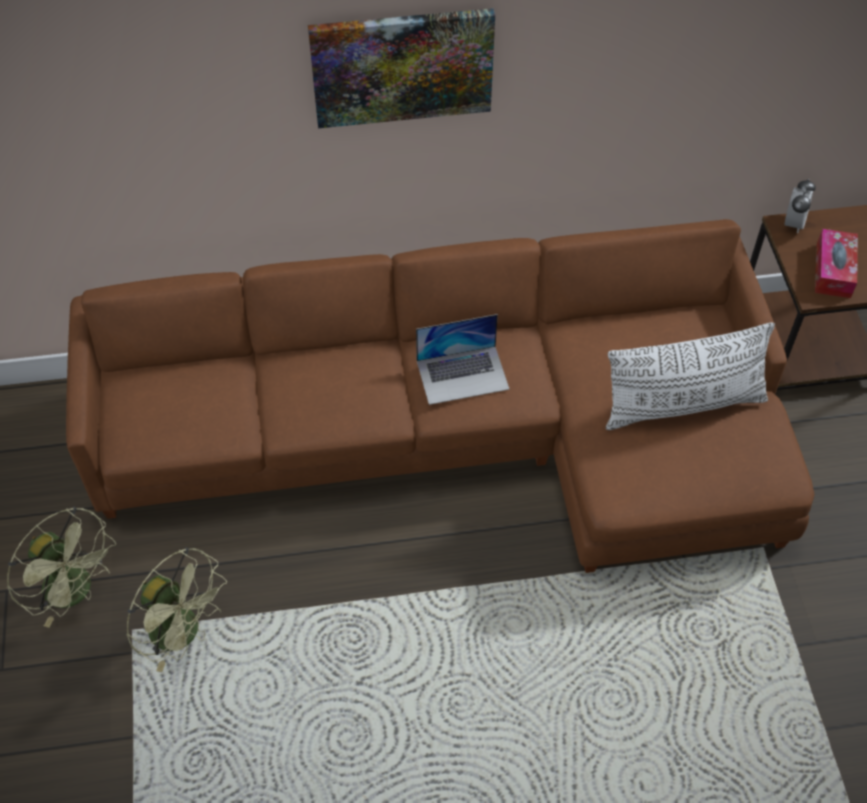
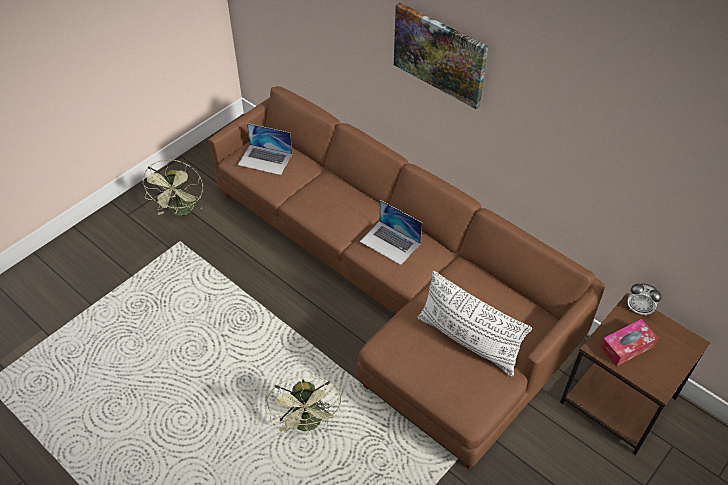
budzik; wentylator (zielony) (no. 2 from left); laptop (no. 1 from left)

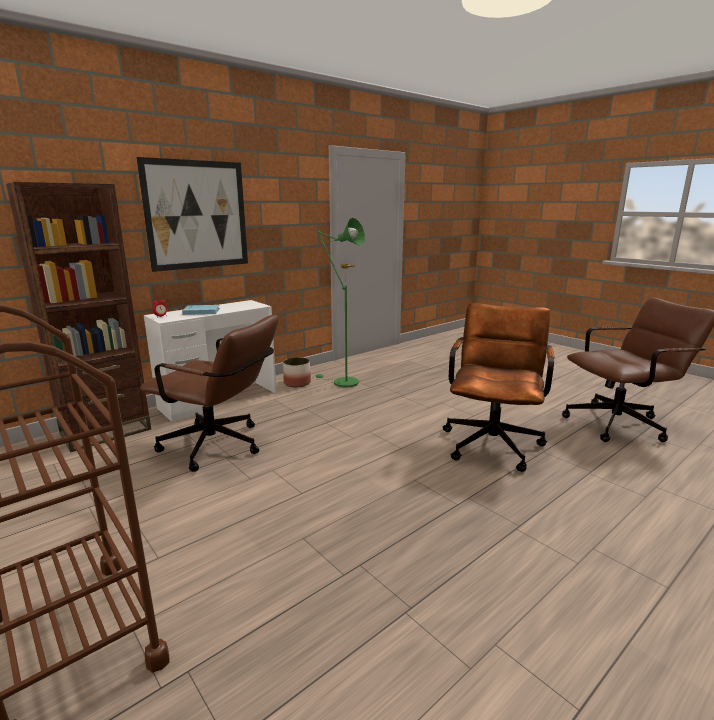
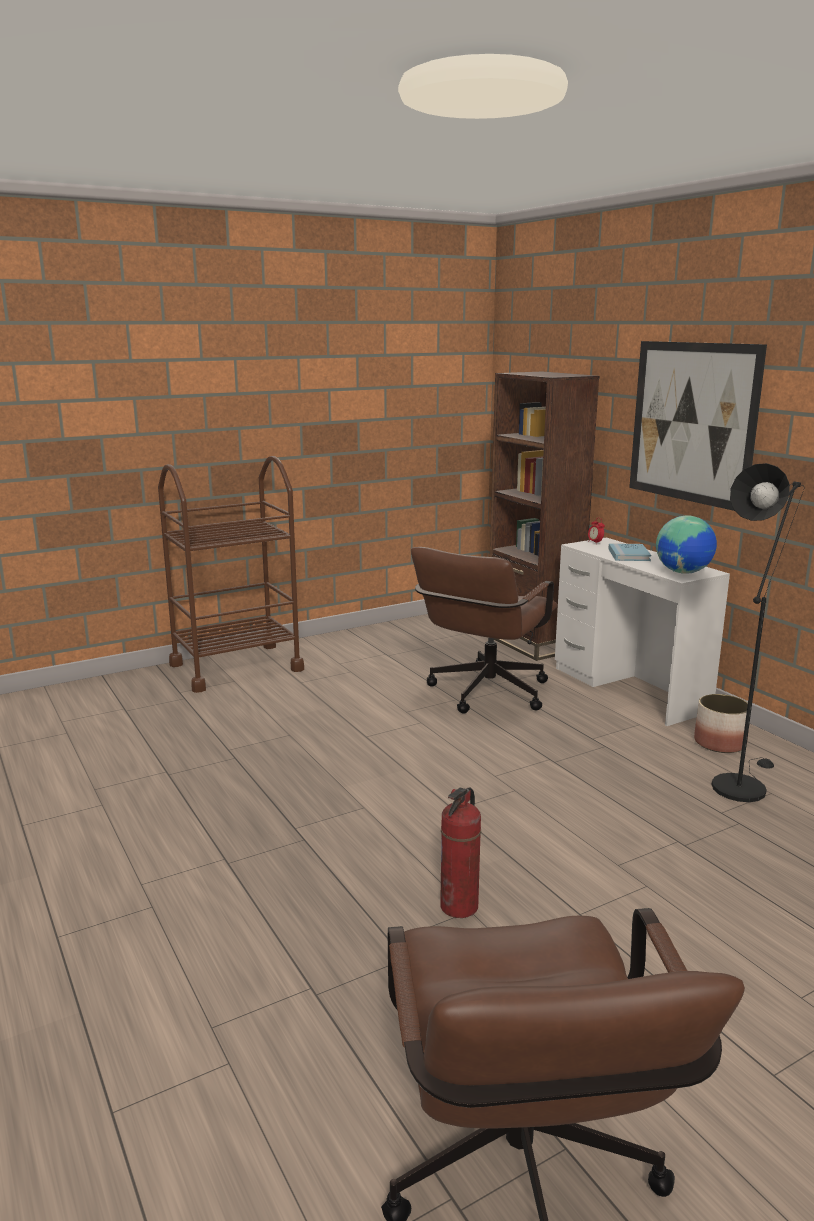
lampa stojąca (czarny); gaśnica; globus

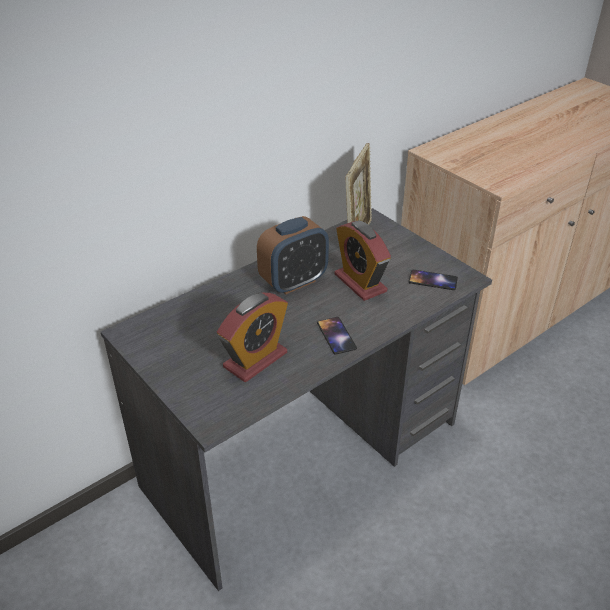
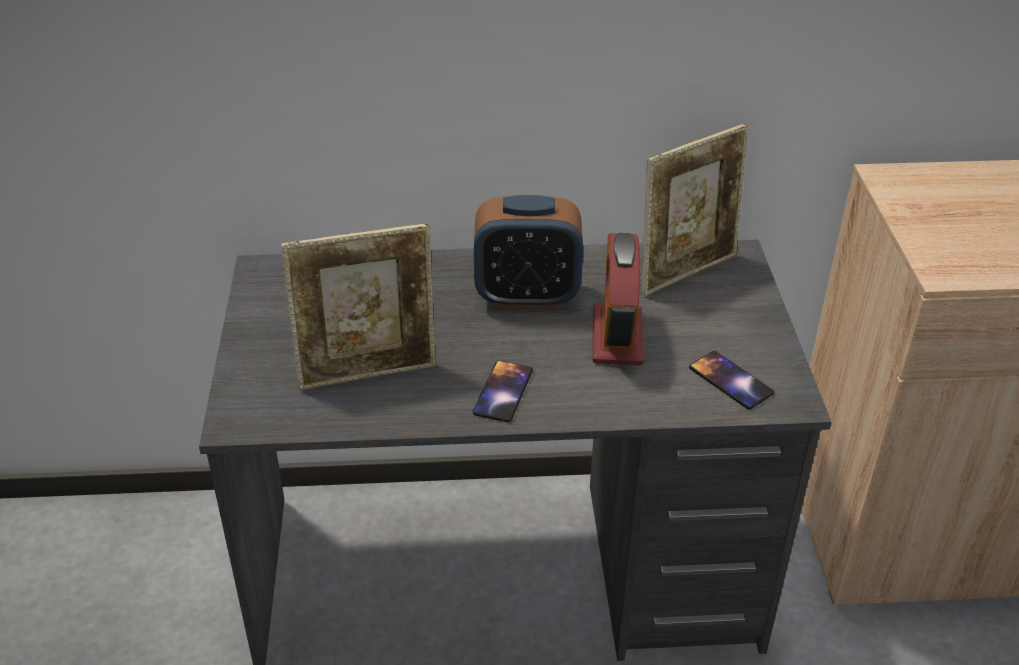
ramka na zdjęcie (no. 1 from left)

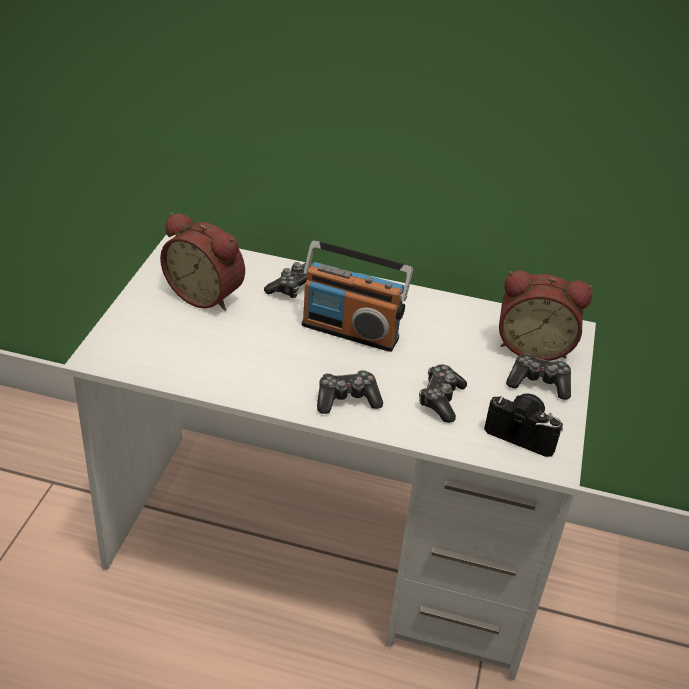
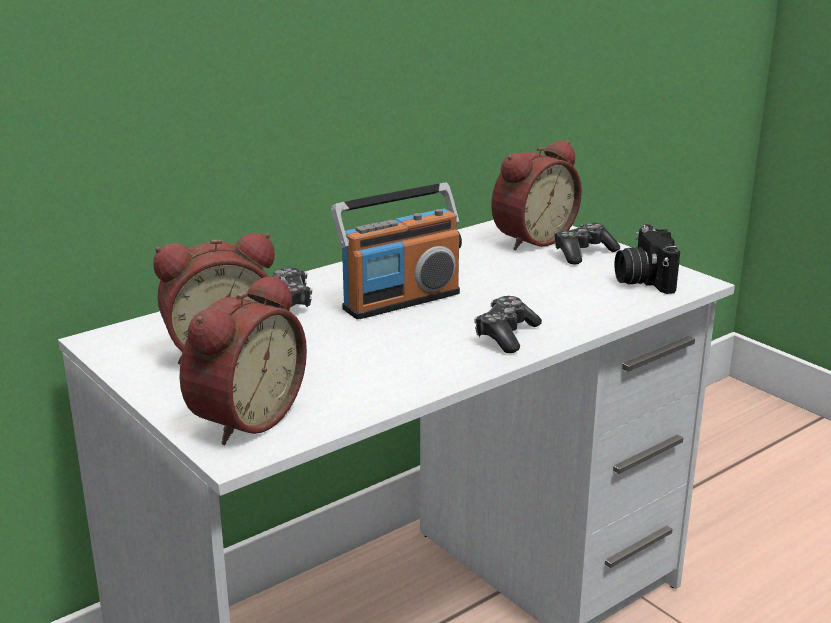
pad do gier (no. 3 from left in the first image); aparat fotograficzny; budzik (no. 2 from left)

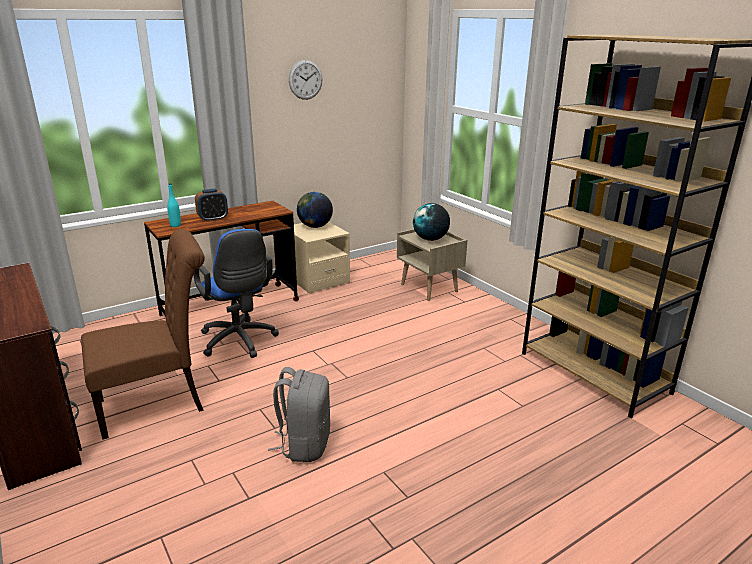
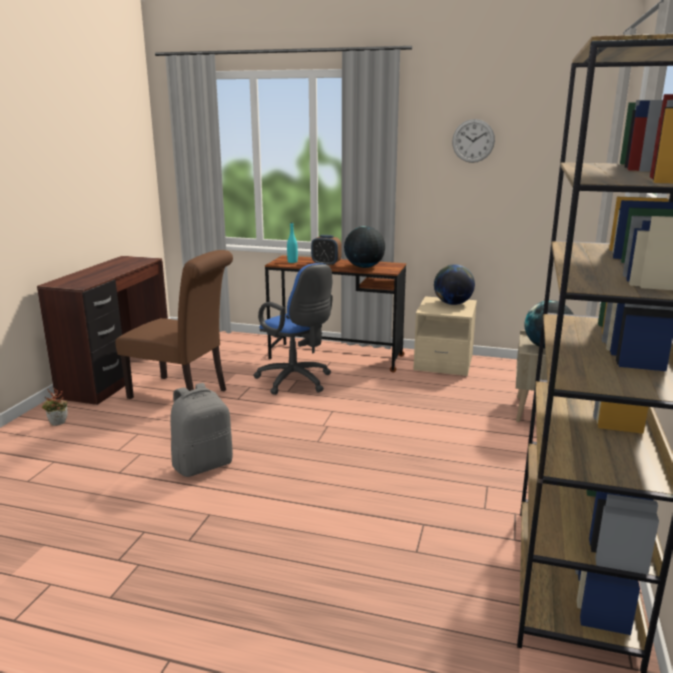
krzesło biurowe (niebieski); globus (no. 1 from left); roślina doniczkowa

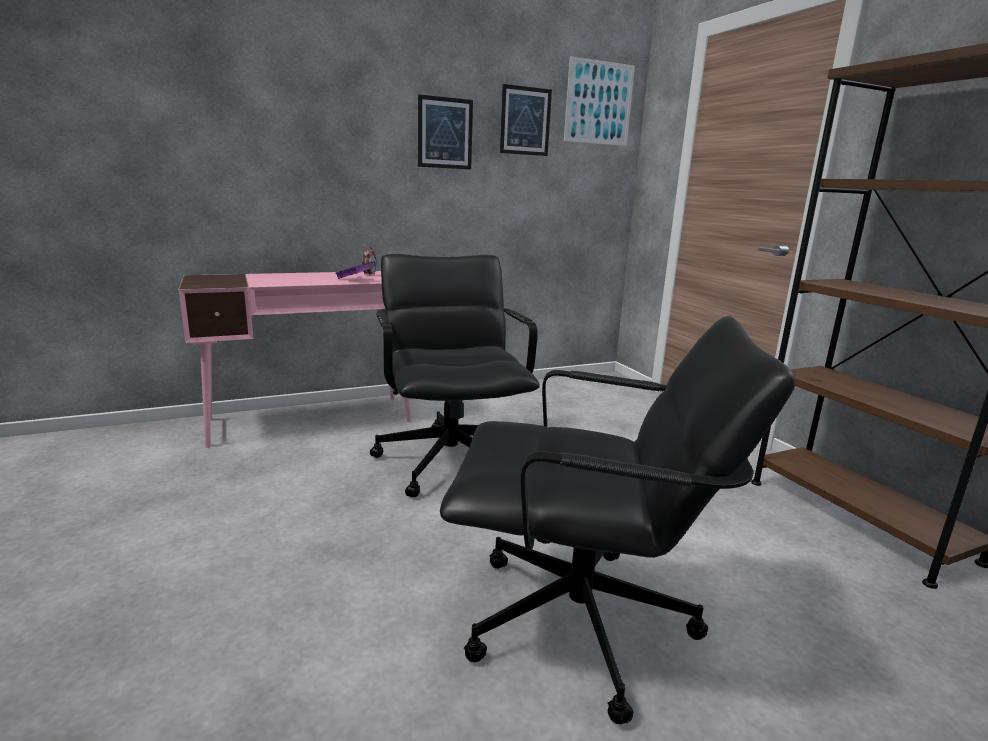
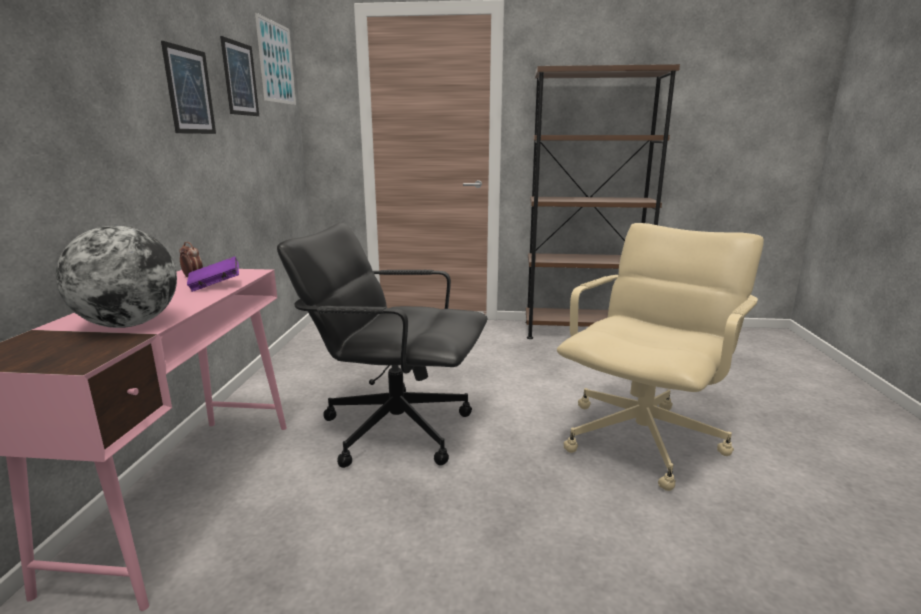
krzesło biurowe (beżowy); globus

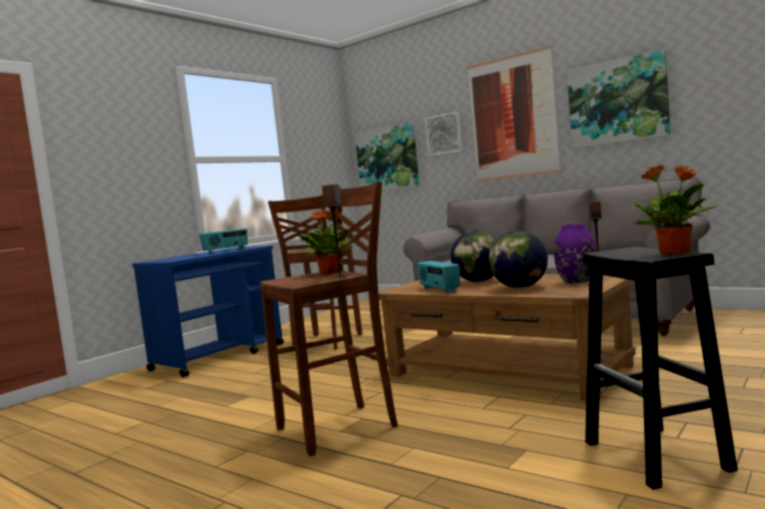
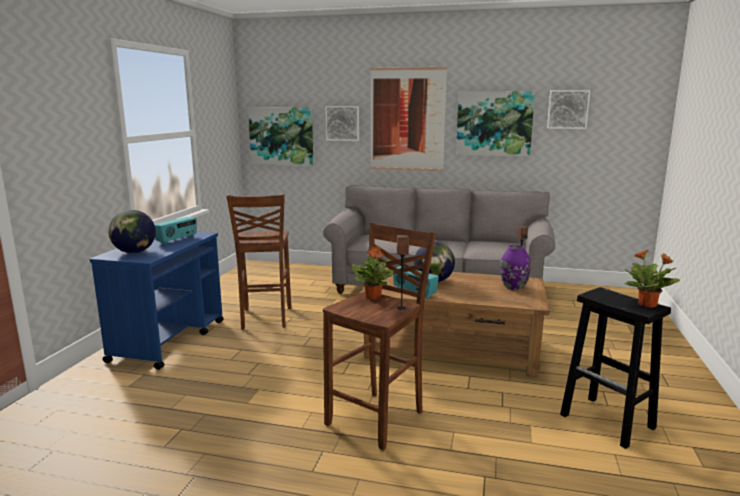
globus (no. 1 from left); obraz (no. 5 from left)

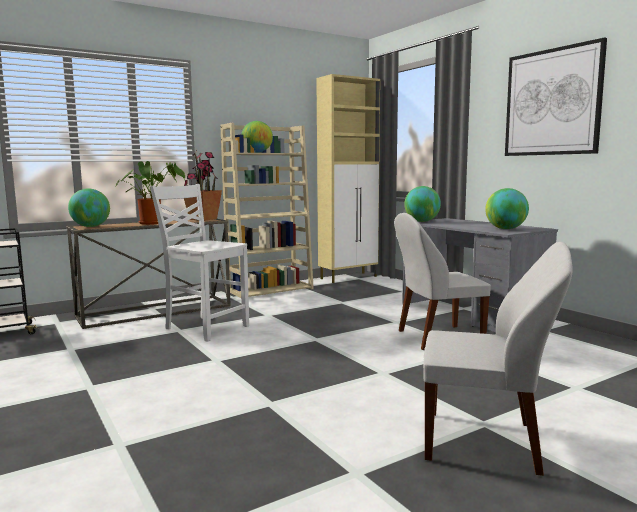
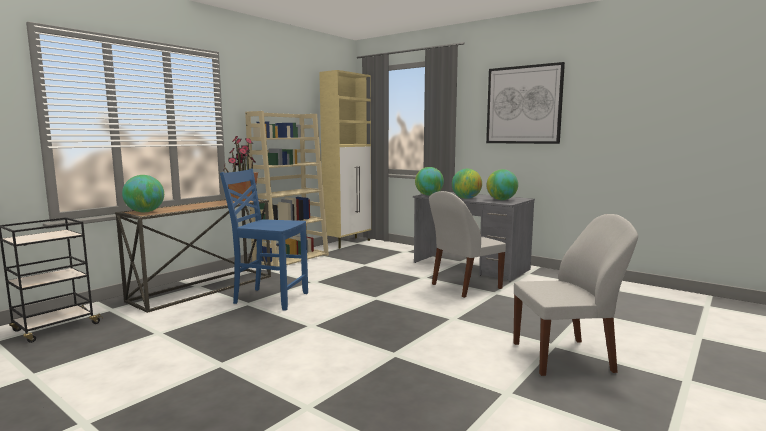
globus (no. 3 from left); roślina doniczkowa (no. 1 from left in the first image); krzesło (niebieski)

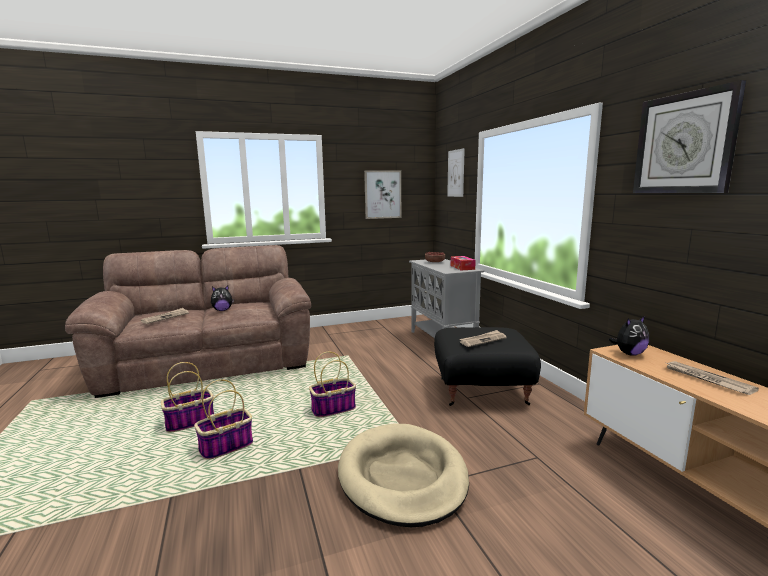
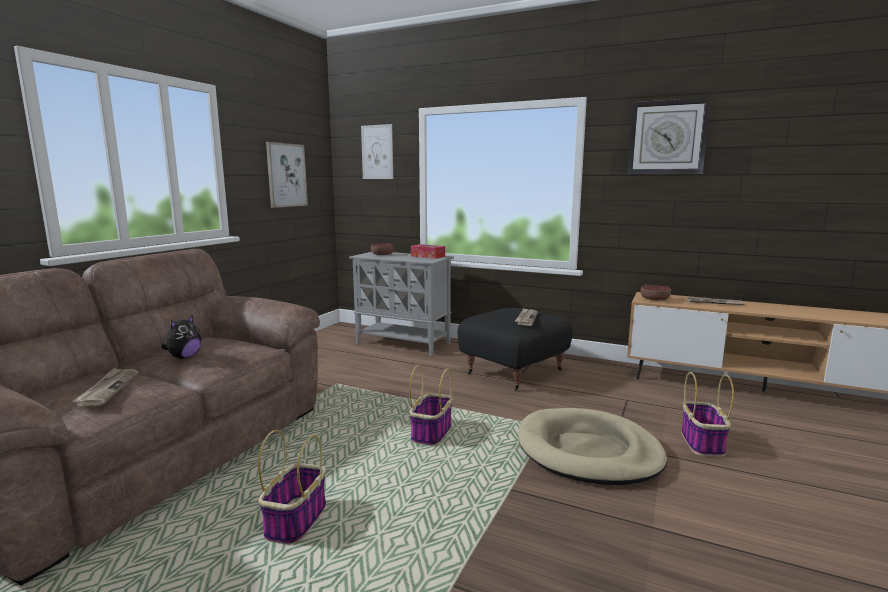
miska (no. 2 from left); koszyk (no. 3 from left)

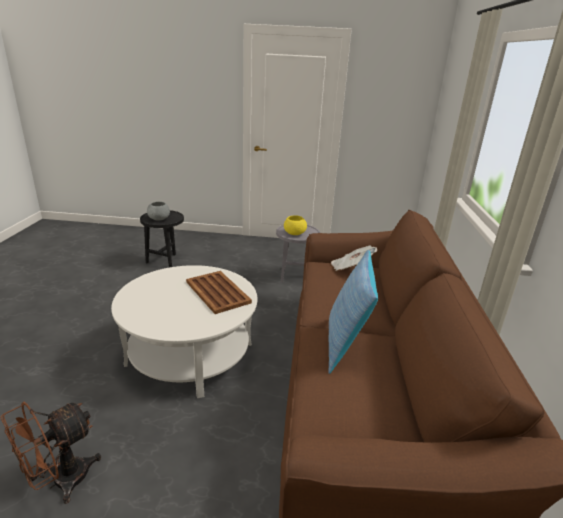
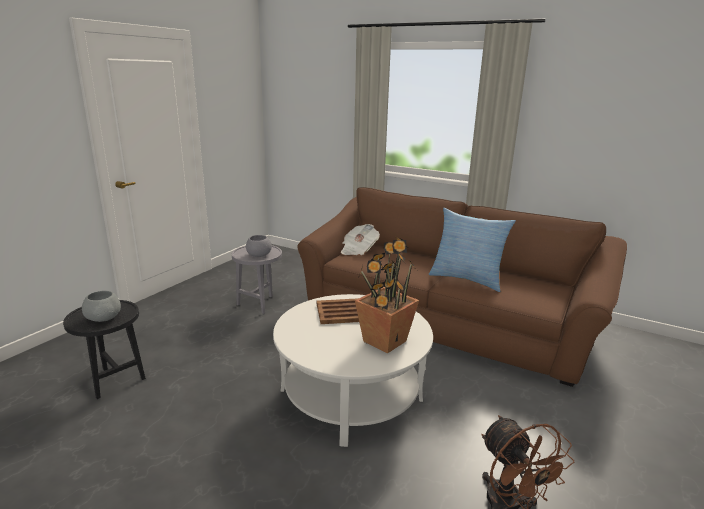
miska (szary) (no. 2 from left); roślina doniczkowa

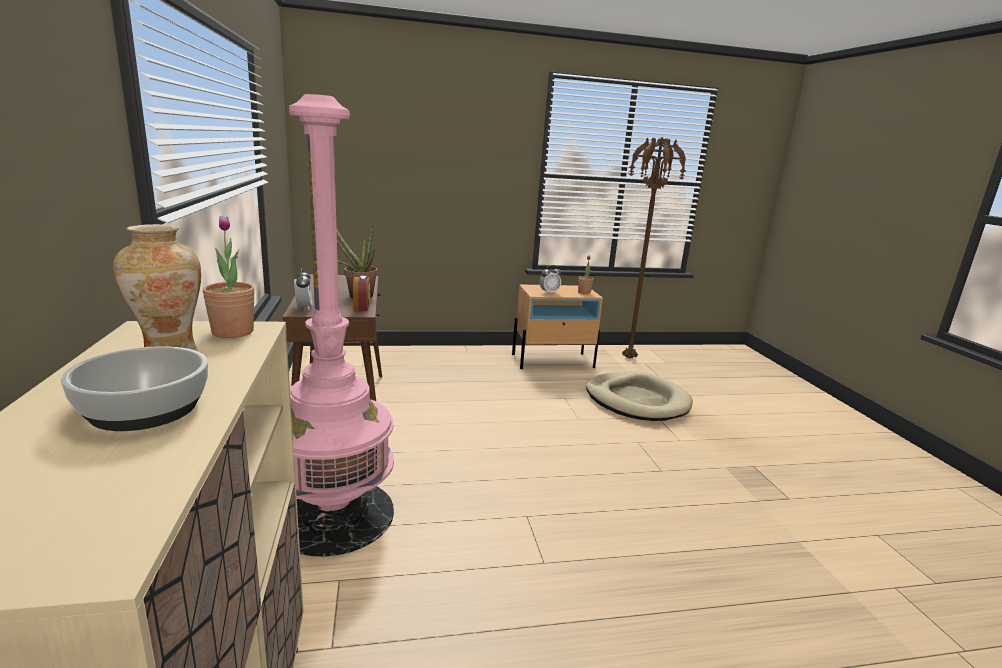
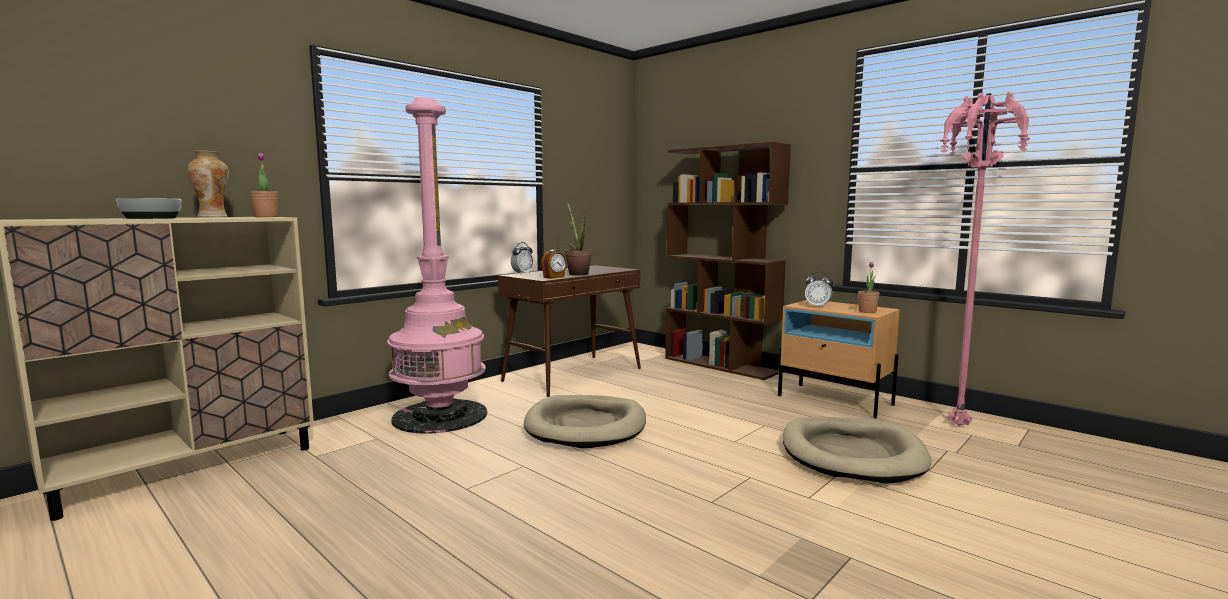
lampa stojąca (różowy) (no. 2 from left); regał (brązowy); legowisko (beżowy) (no. 1 from left)

